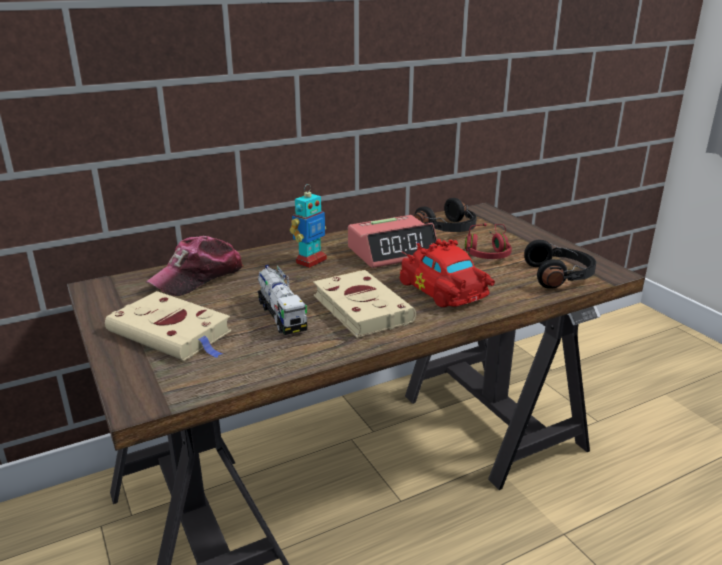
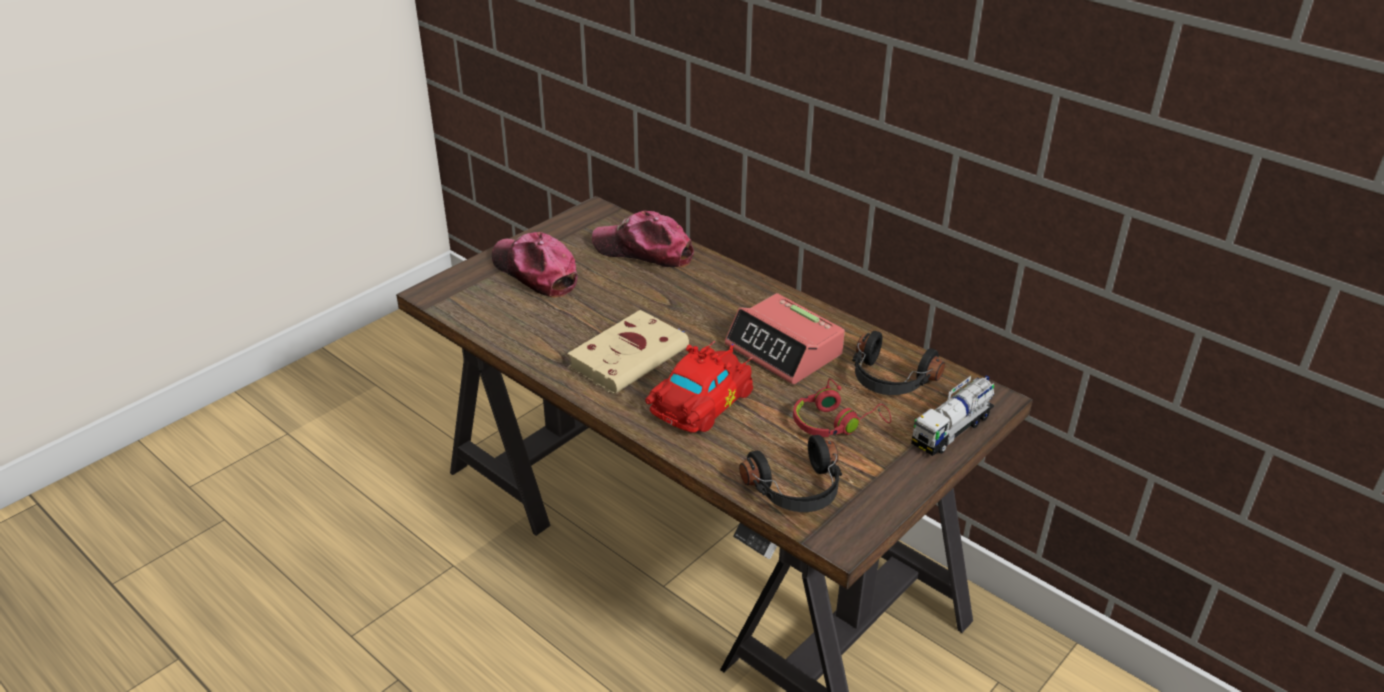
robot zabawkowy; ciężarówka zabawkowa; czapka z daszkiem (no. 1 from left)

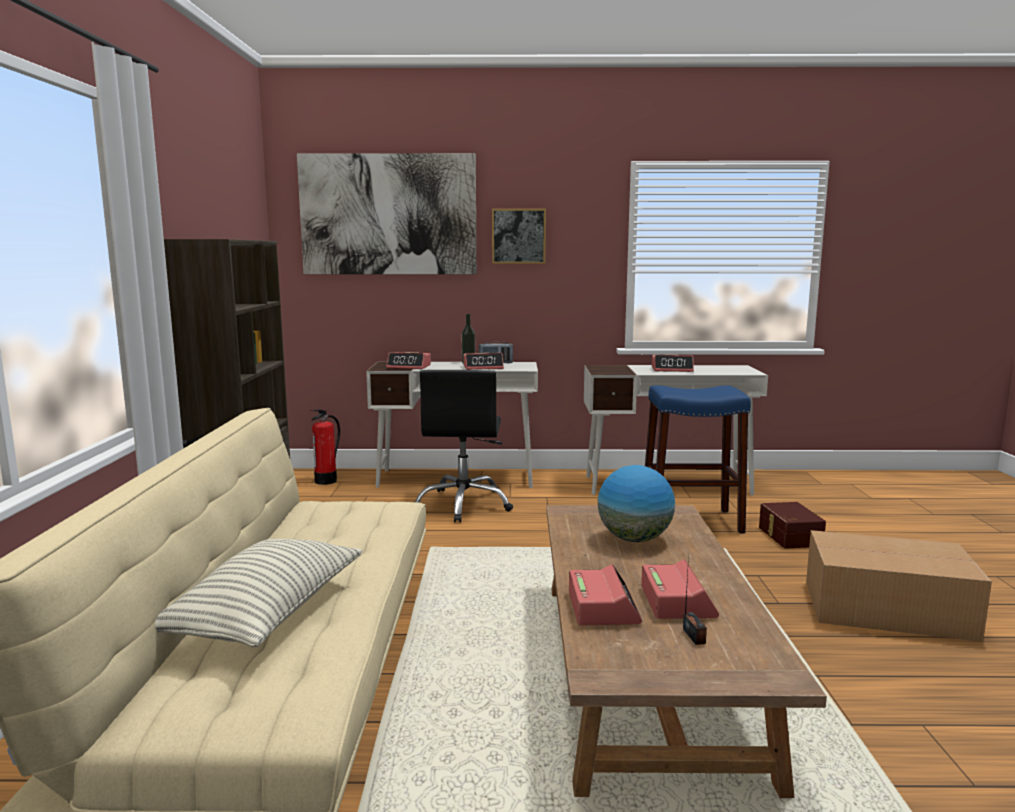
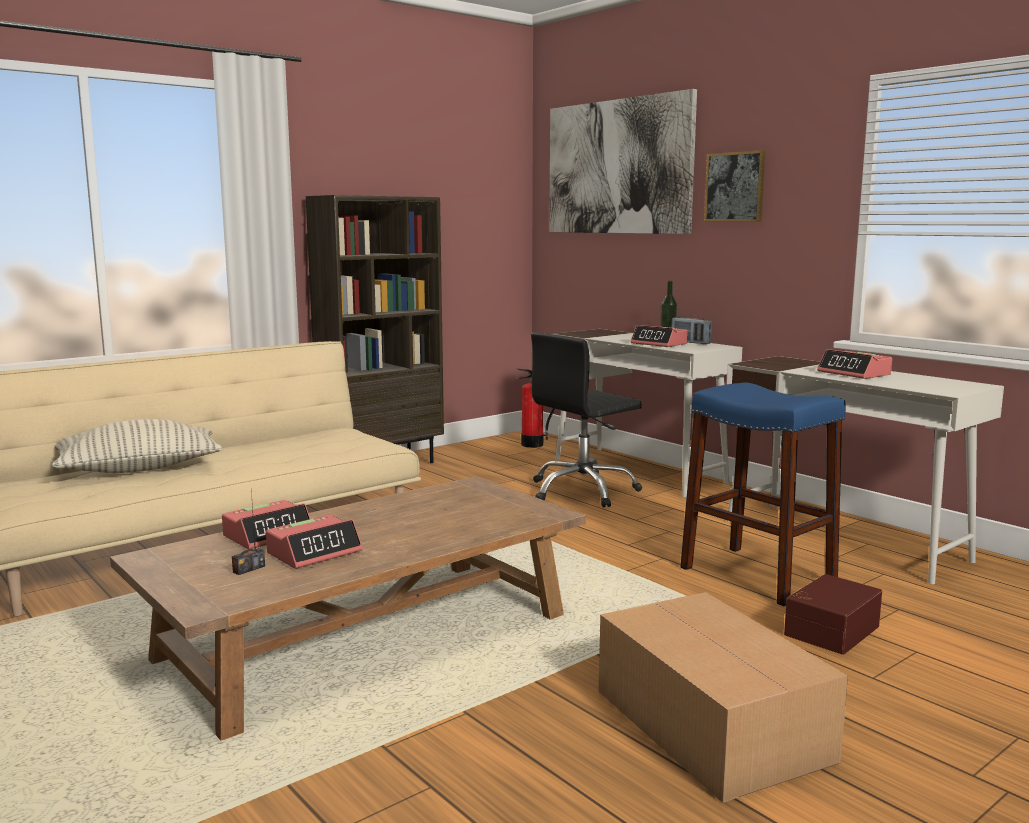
budzik (no. 1 from left in the first image); globus

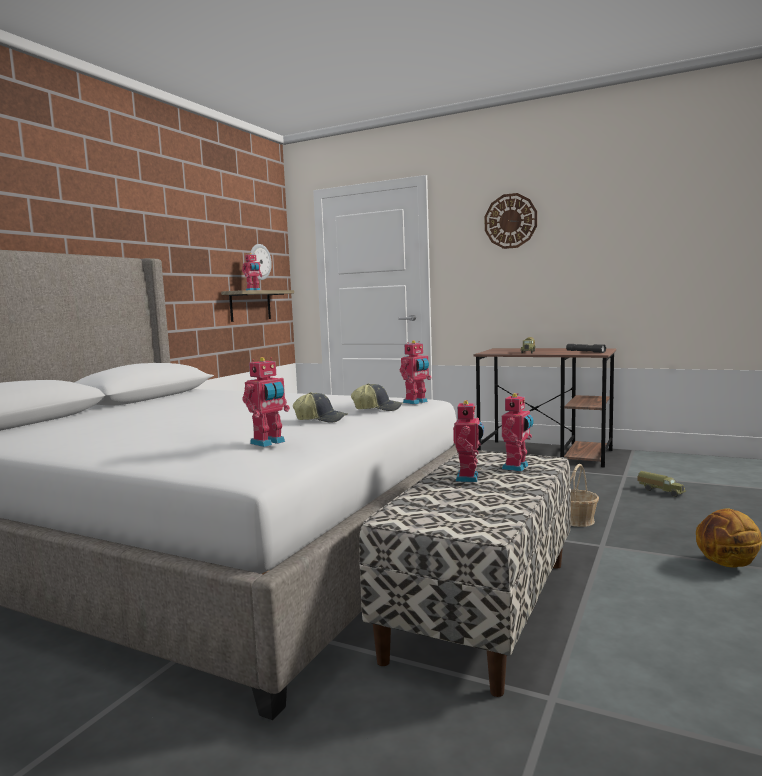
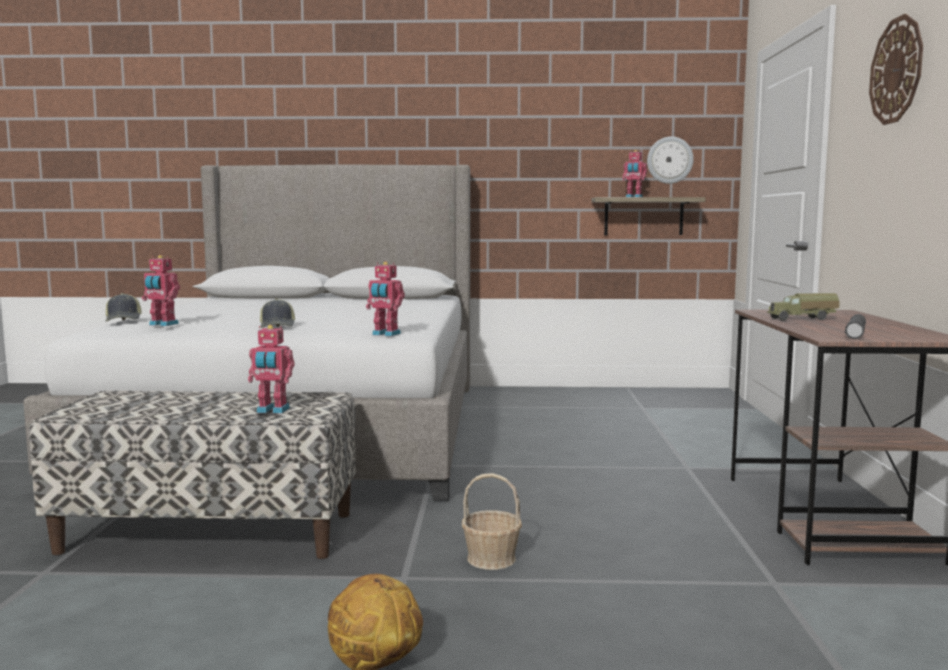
czapka z daszkiem (no. 1 from left); robot zabawkowy (no. 4 from left in the first image); ciężarówka zabawkowa (no. 2 from left in the first image)

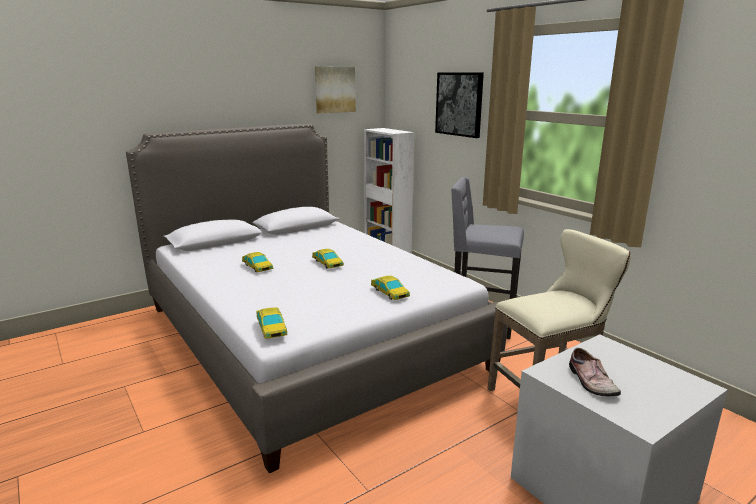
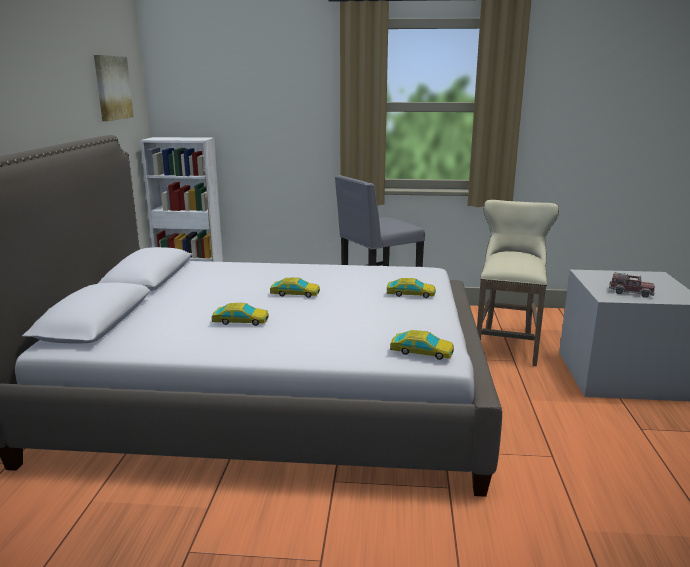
obraz (no. 2 from left in the first image); ciężarówka zabawkowa

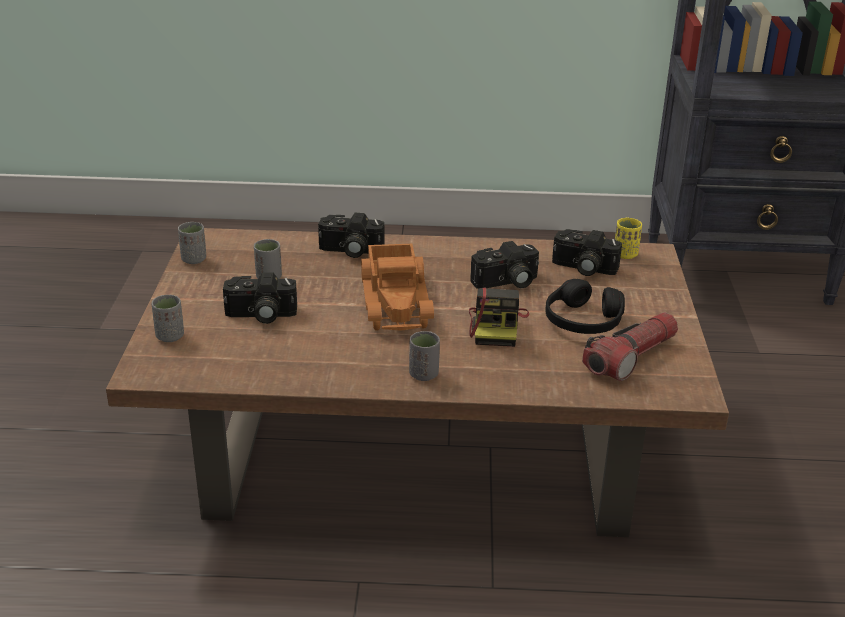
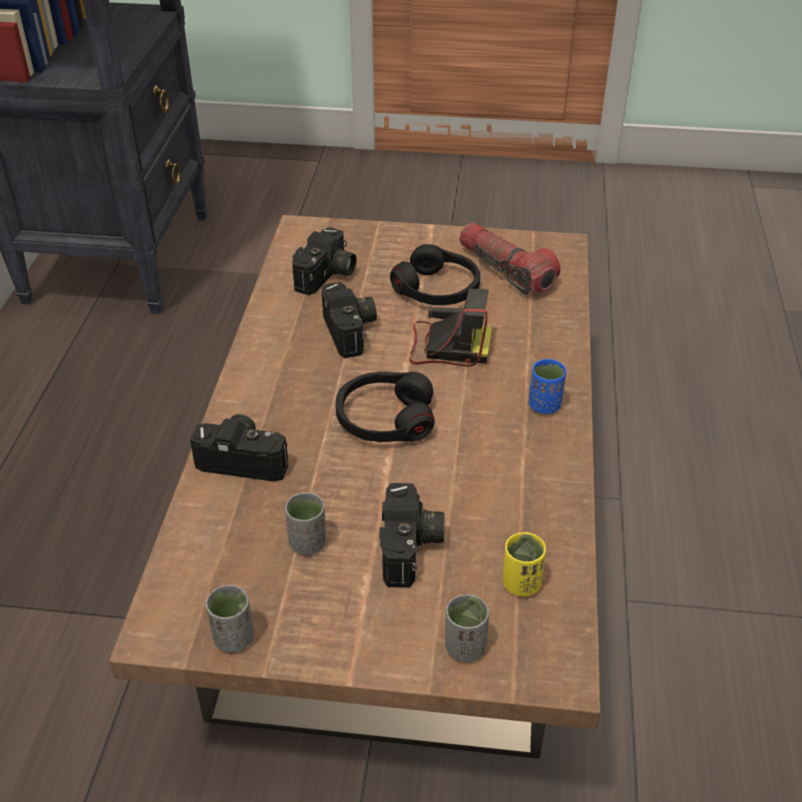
aparat fotograficzny (no. 1 from left); filiżanka (żółty); słuchawki (czarny) (no. 1 from left); filiżanka (niebieski)

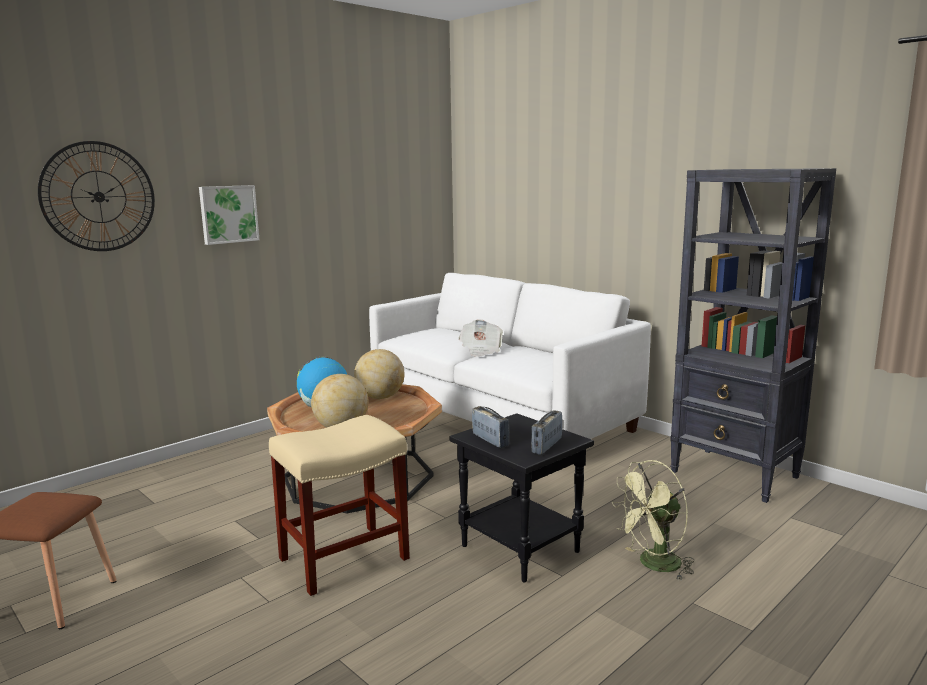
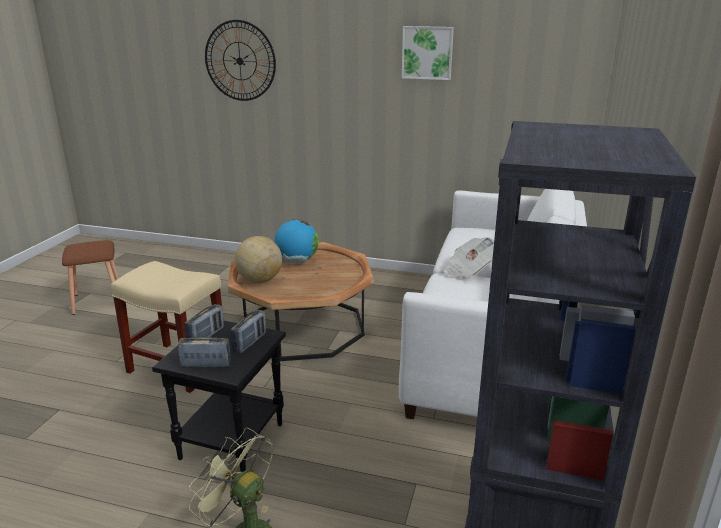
obraz; globus (no. 3 from left in the first image); radio (no. 3 from left)

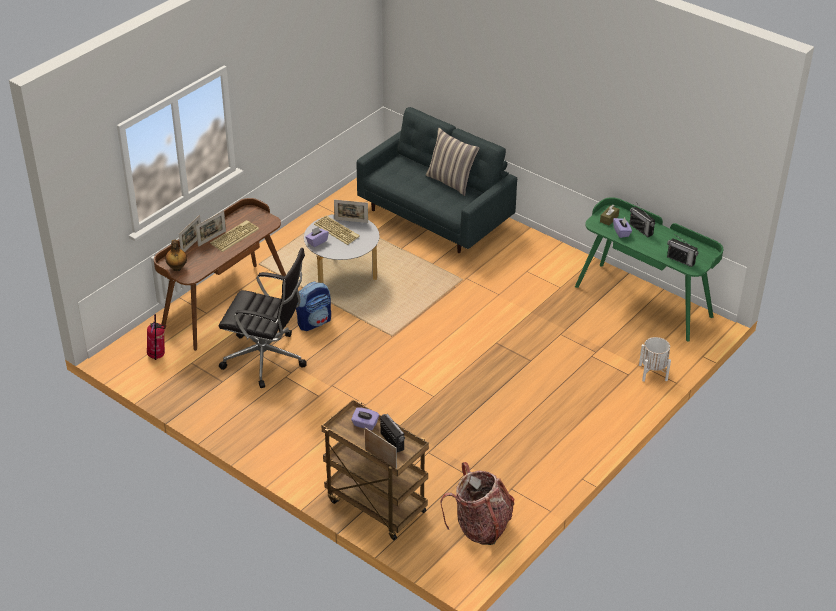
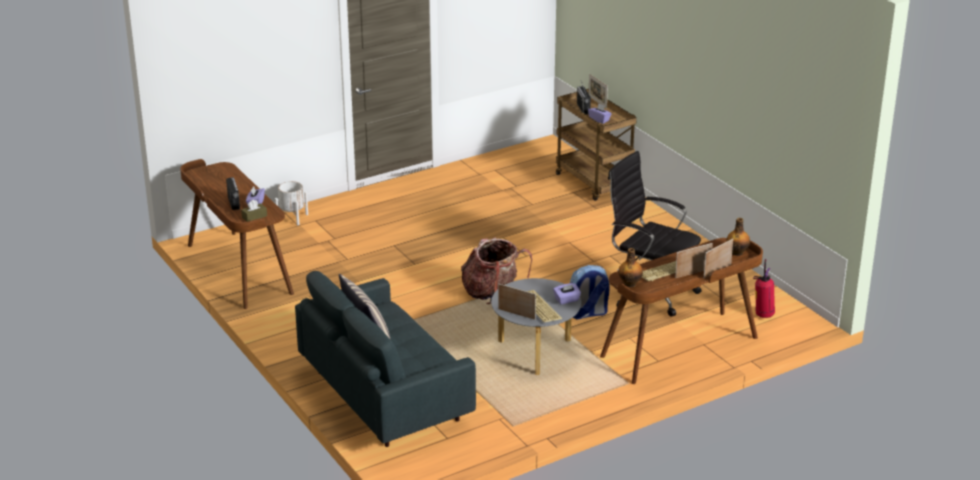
biurko (brązowy) (no. 1 from left); radio (no. 3 from left in the first image); plecak (no. 1 from left); butelka (no. 1 from left)

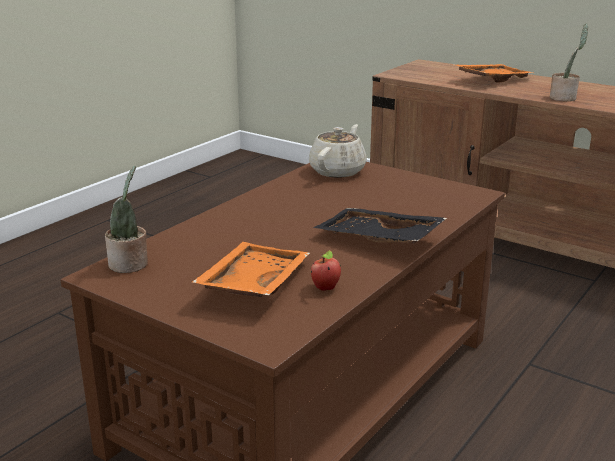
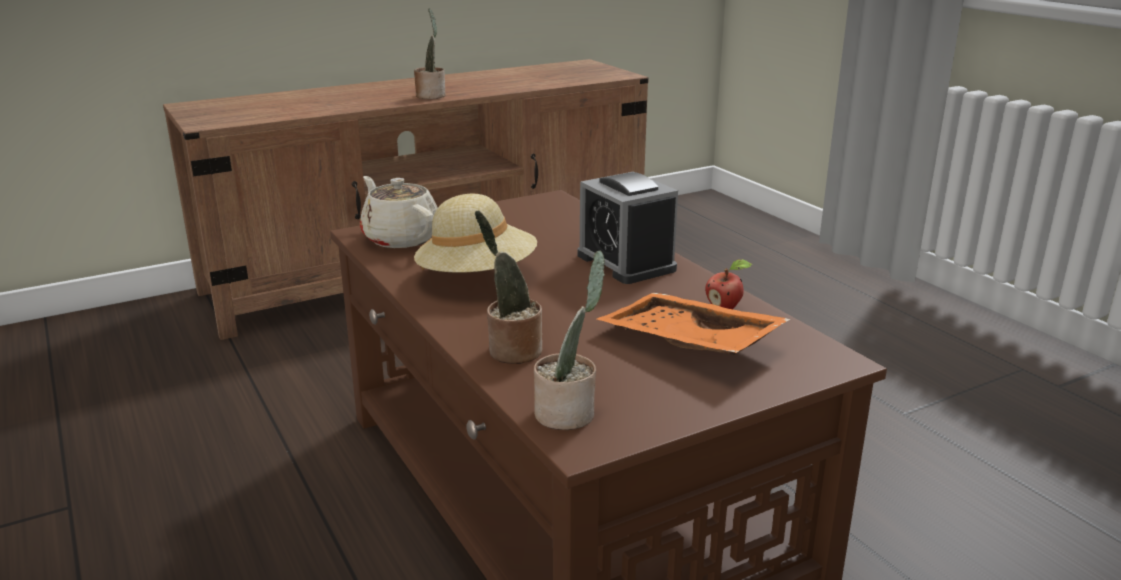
taca (pomarańczowy) (no. 2 from left in the first image); budzik; kapelusz (beżowy); roślina doniczkowa (no. 2 from left)

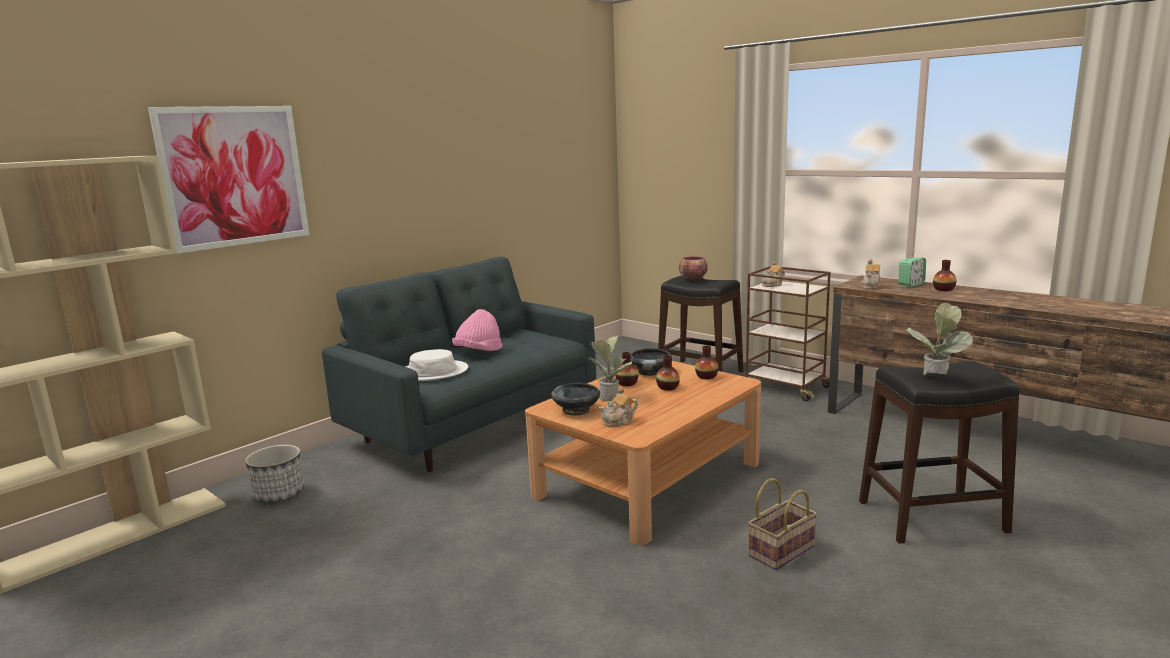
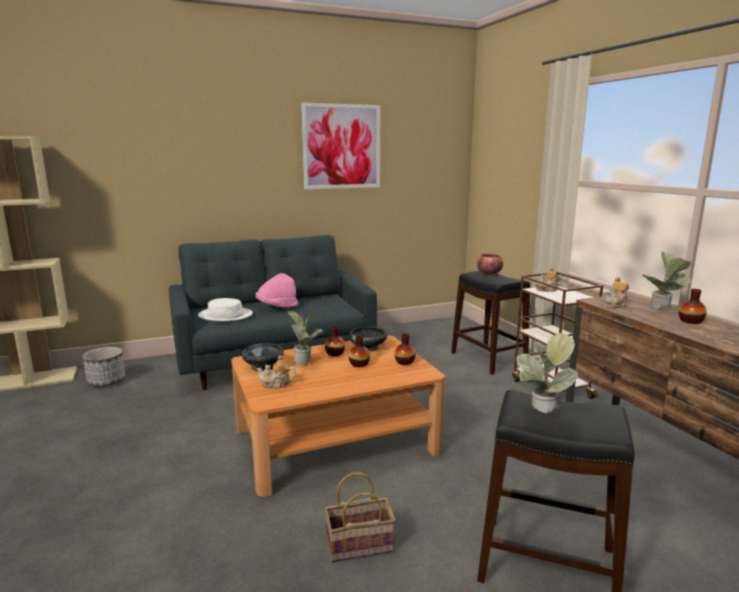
obraz; roślina doniczkowa (no. 3 from left)

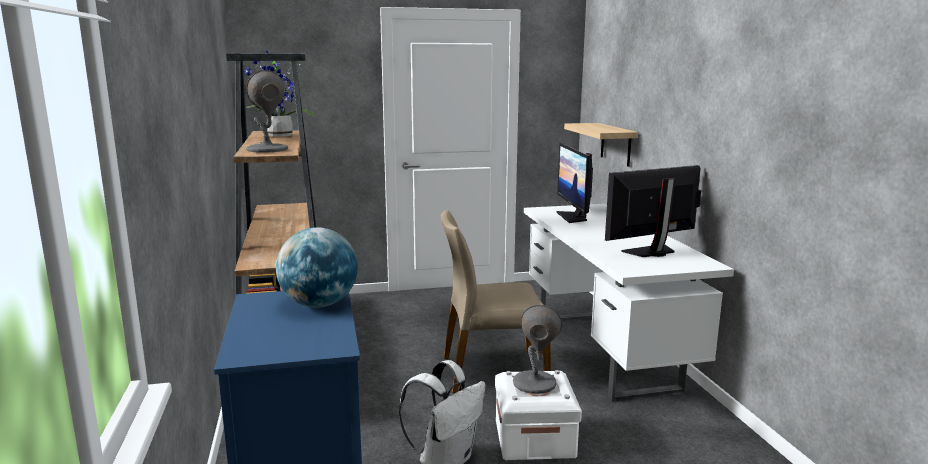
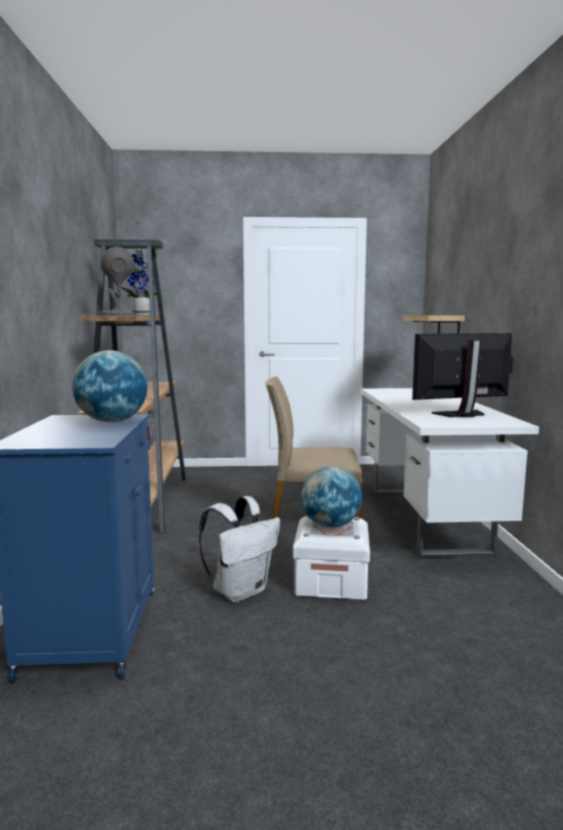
monitor (no. 1 from left in the first image); globus (no. 2 from left)

